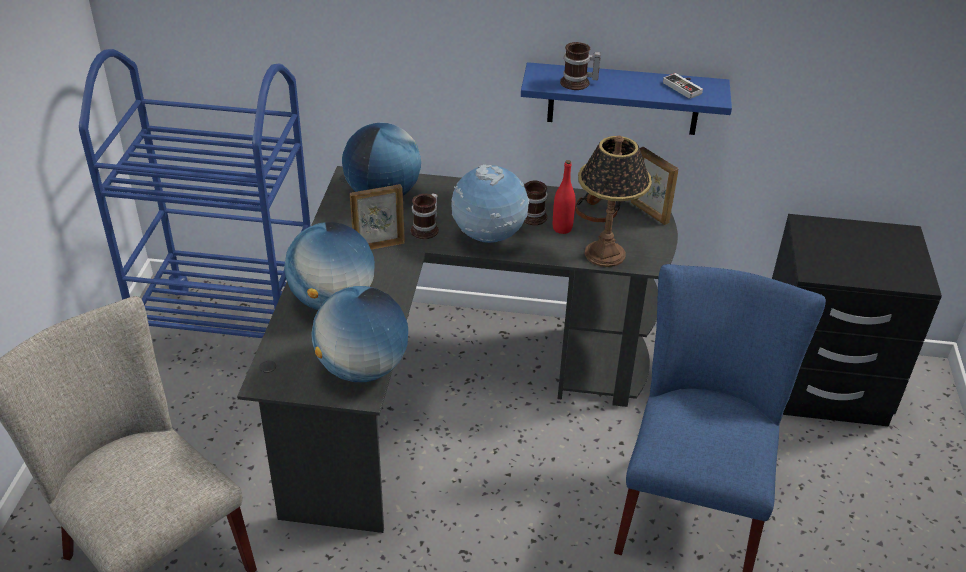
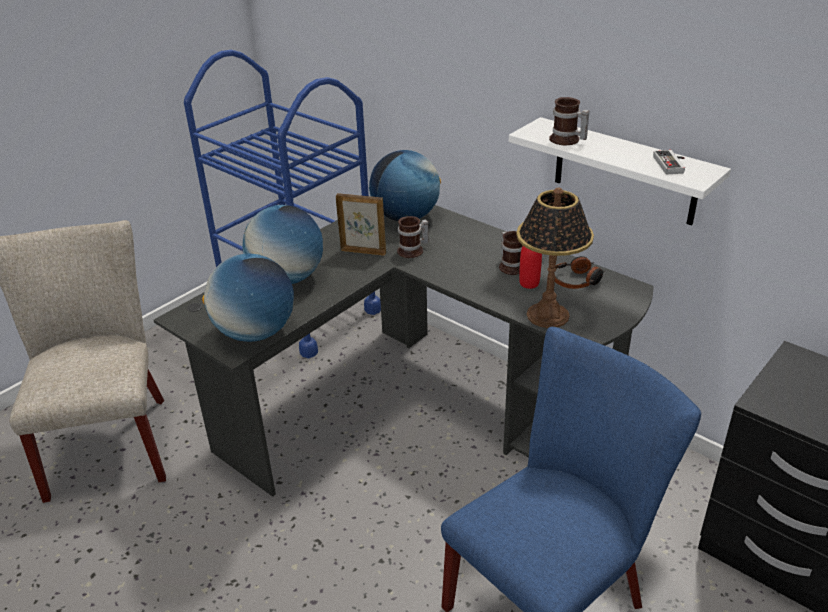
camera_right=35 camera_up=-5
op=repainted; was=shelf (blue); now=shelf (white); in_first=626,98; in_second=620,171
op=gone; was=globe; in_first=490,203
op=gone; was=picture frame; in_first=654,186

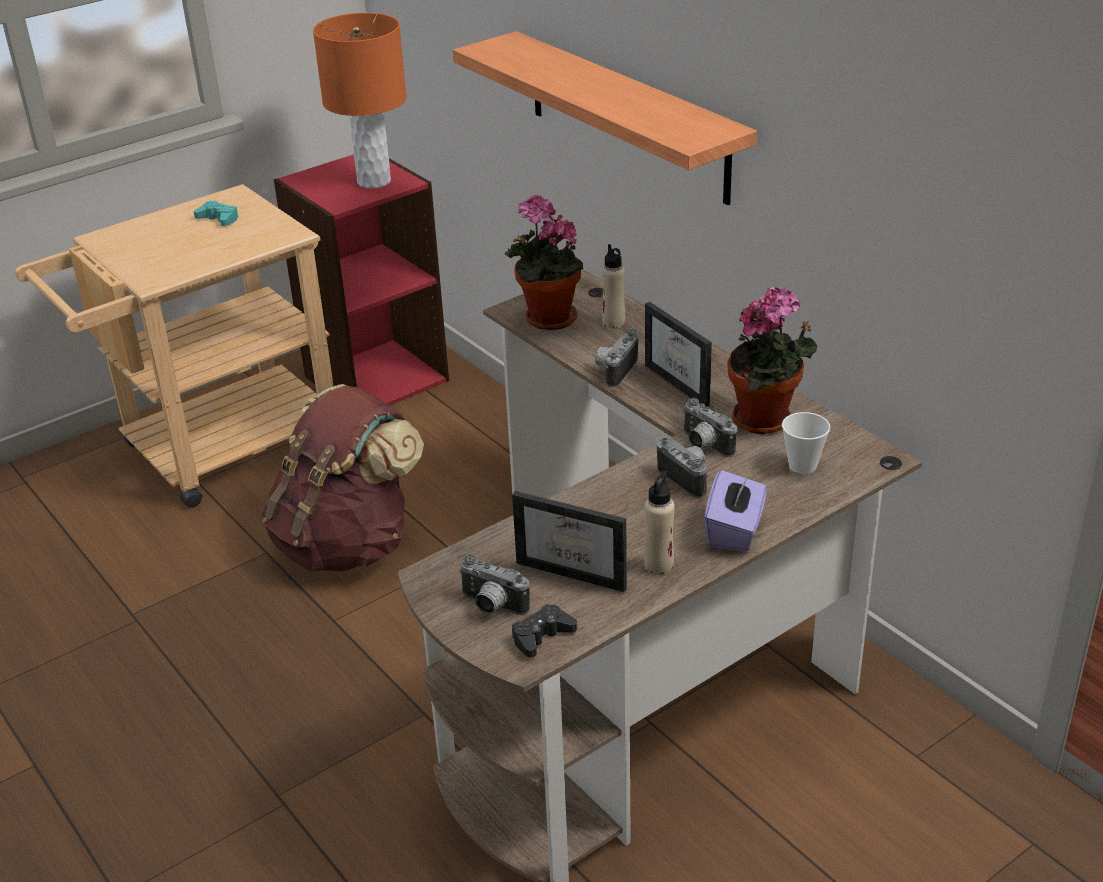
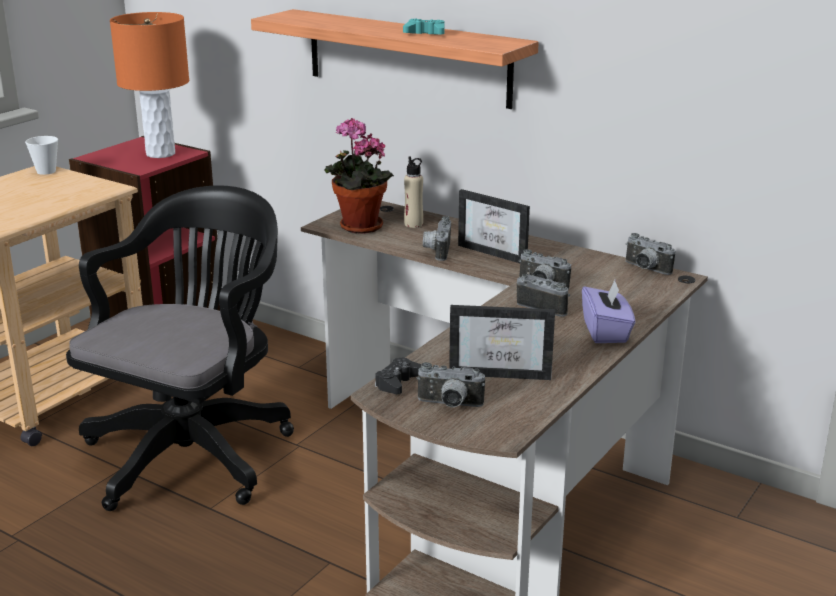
camera_right=-20 camera_up=-10
op=shifted; was=cup; in_first=806,443; in_second=41,155
op=swapped; was=backpack (brown); now=office chair (black); in_first=342,478; in_second=180,348
op=shifted; was=game controller (black); in_first=544,631; in_second=398,376
op=shifted; was=game controller (turquoise); in_first=216,213; in_second=424,26
op=new; now=photo camera; in_second=651,254
op=gone; was=bottle (beige); in_first=659,523
op=gone; was=potted plant; in_first=772,360

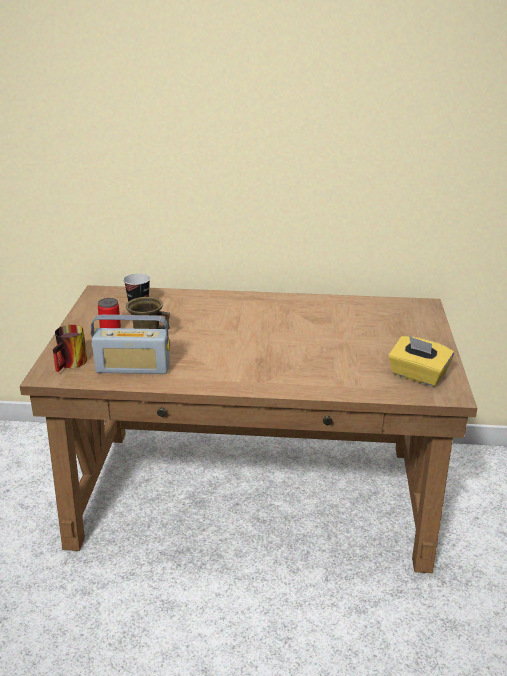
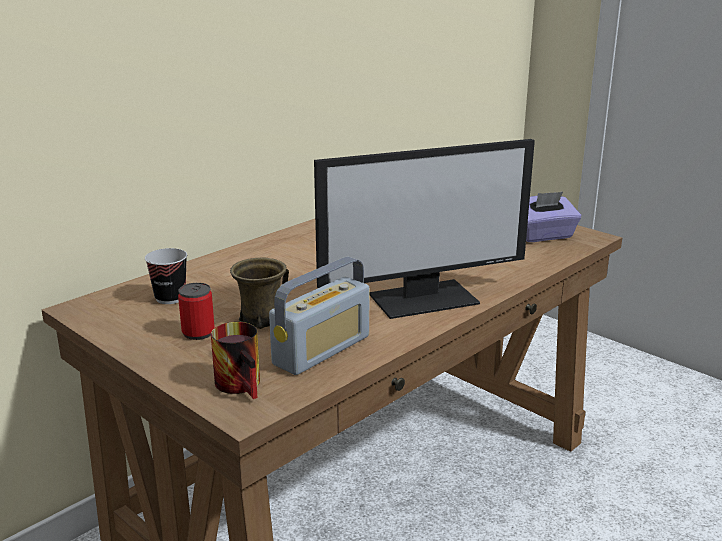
camera_right=-50 camera_up=-5
op=new; now=monitor; in_second=424,229
op=repainted; was=tissue box (yellow); now=tissue box (purple); in_first=421,361; in_second=553,217

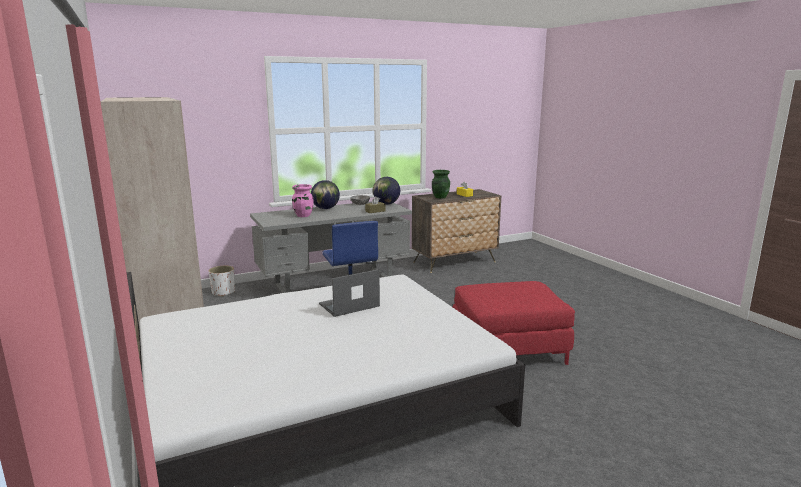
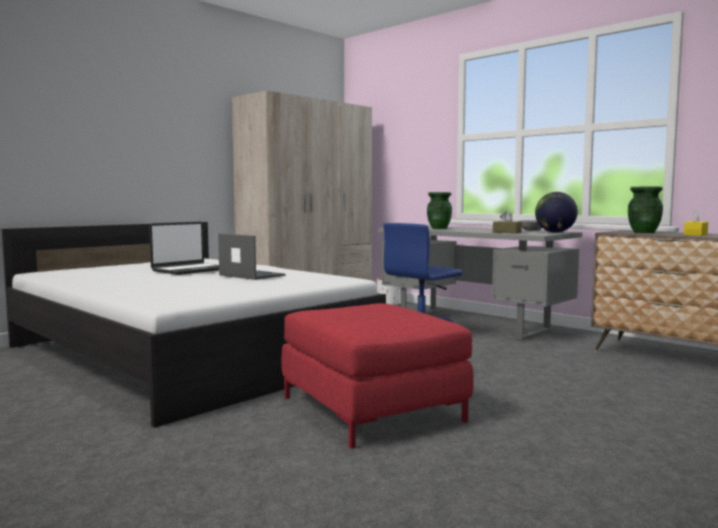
camera_right=70 camera_up=-10
op=new; now=laptop; in_second=184,248
op=repainted; was=vase (pink); now=vase (green); in_first=302,200; in_second=439,210
op=gone; was=globe; in_first=325,194

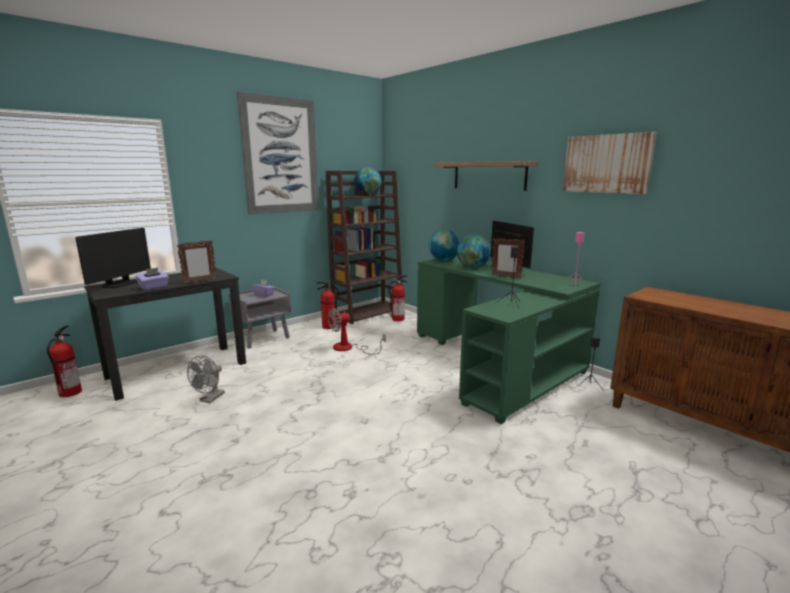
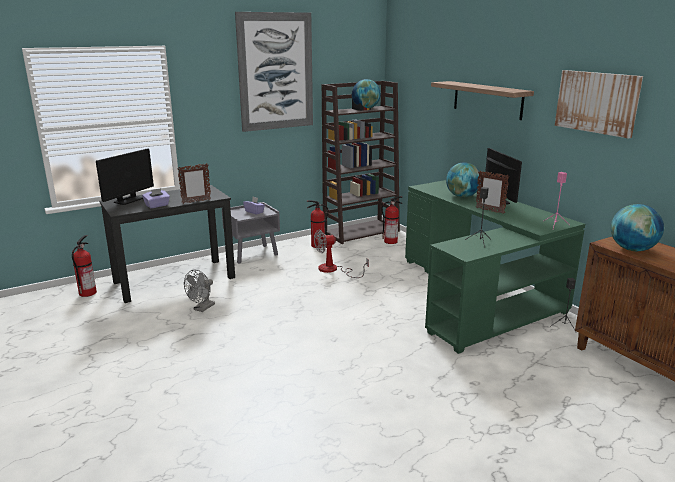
camera_right=10 camera_up=5
op=shifted; was=globe; in_first=444,245; in_second=637,227

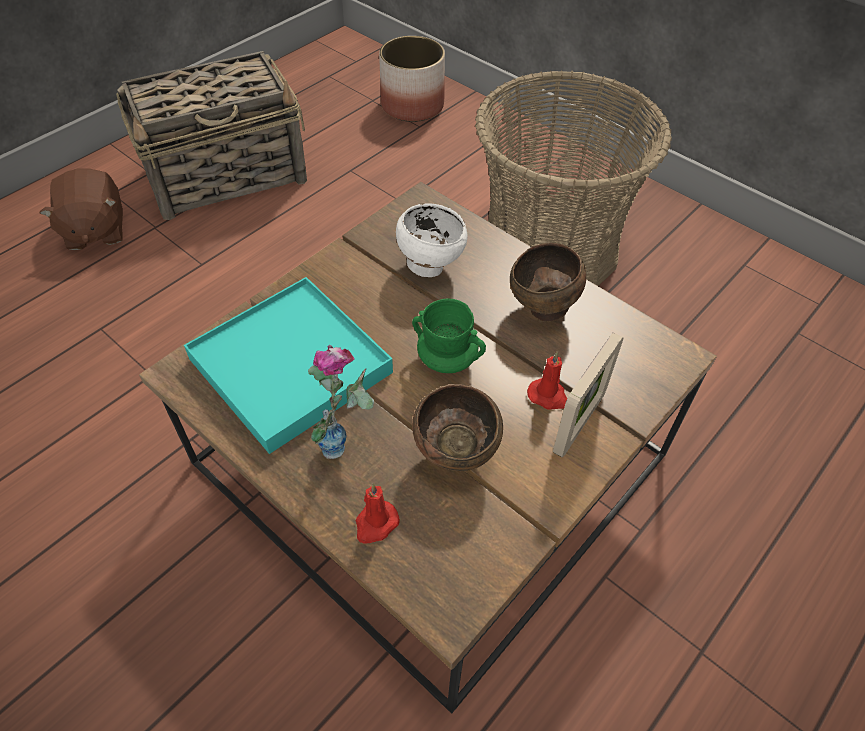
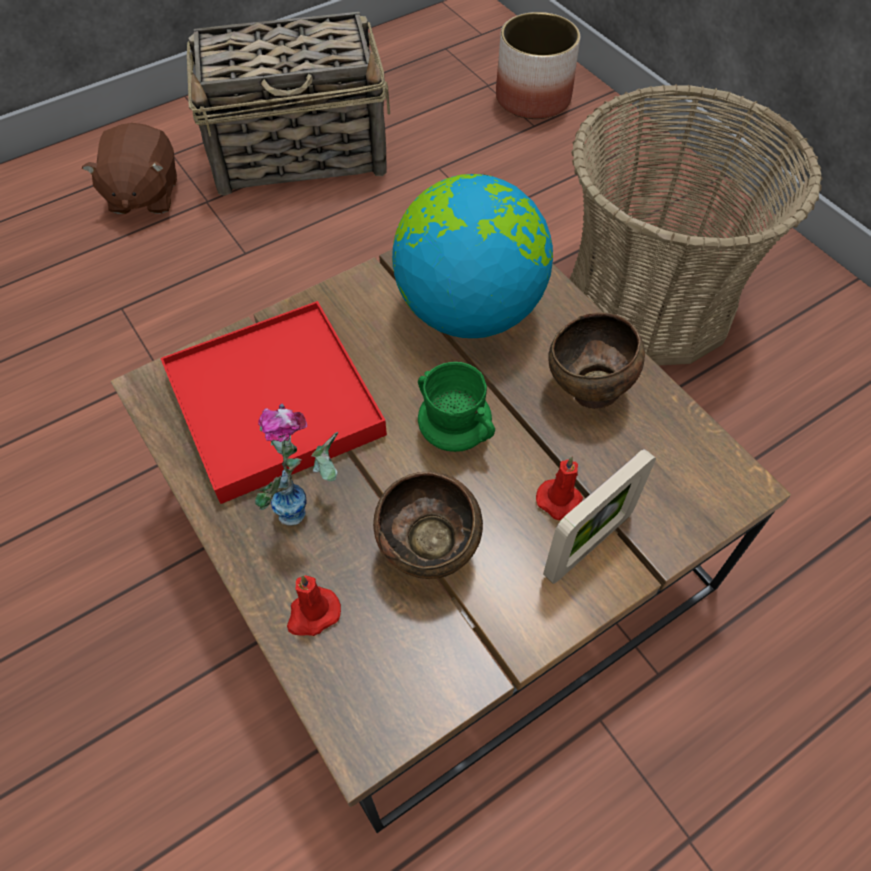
camera_right=15 camera_up=5
op=repainted; was=tray (turquoise); now=tray (red); in_first=288,365; in_second=273,402
op=swapped; was=bowl (white); now=globe; in_first=432,240; in_second=472,256

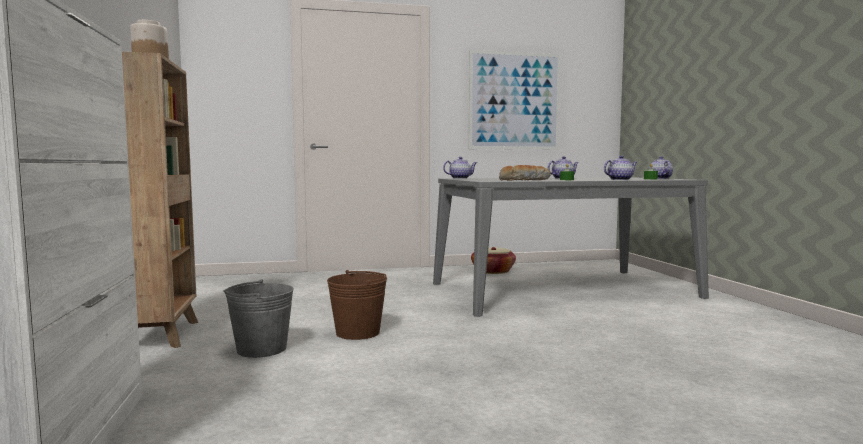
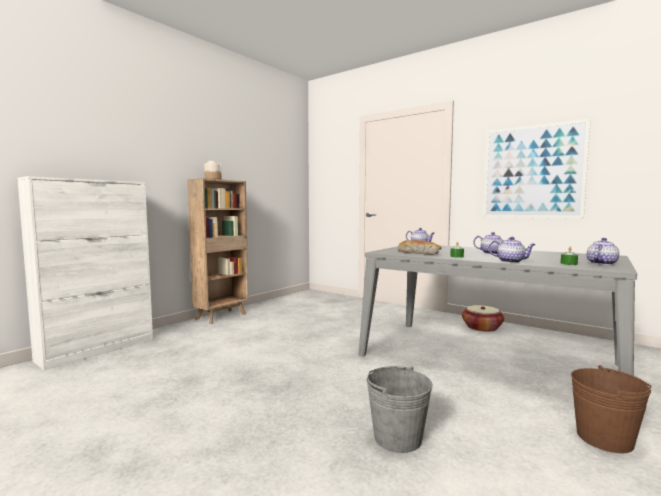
camera_right=50 camera_up=0
op=shifted; was=bucket (grey); in_first=258,318; in_second=400,409
op=shifted; was=bucket (brown); in_first=357,305; in_second=611,409

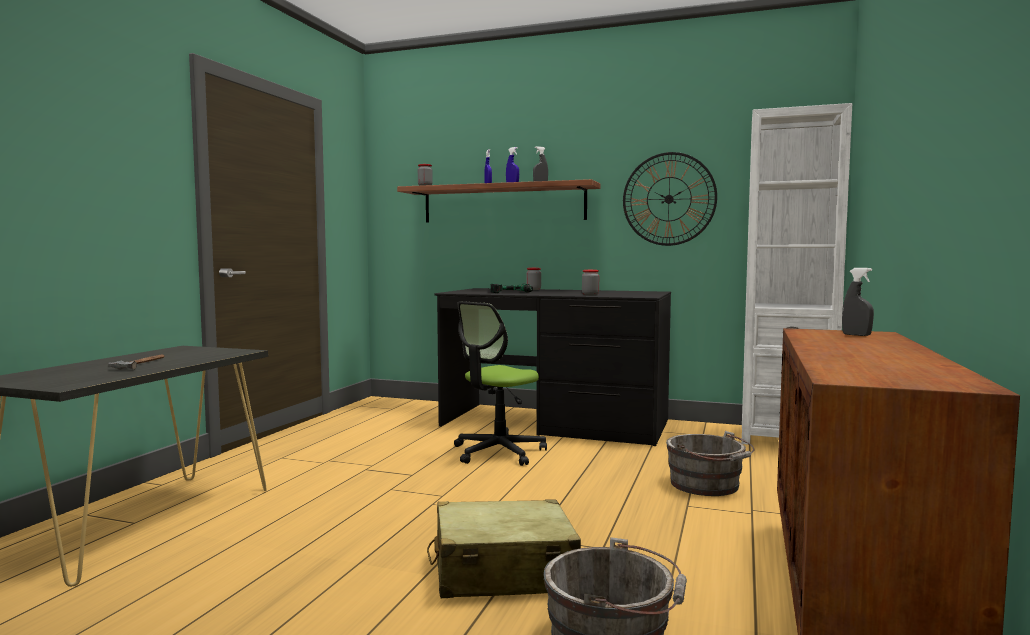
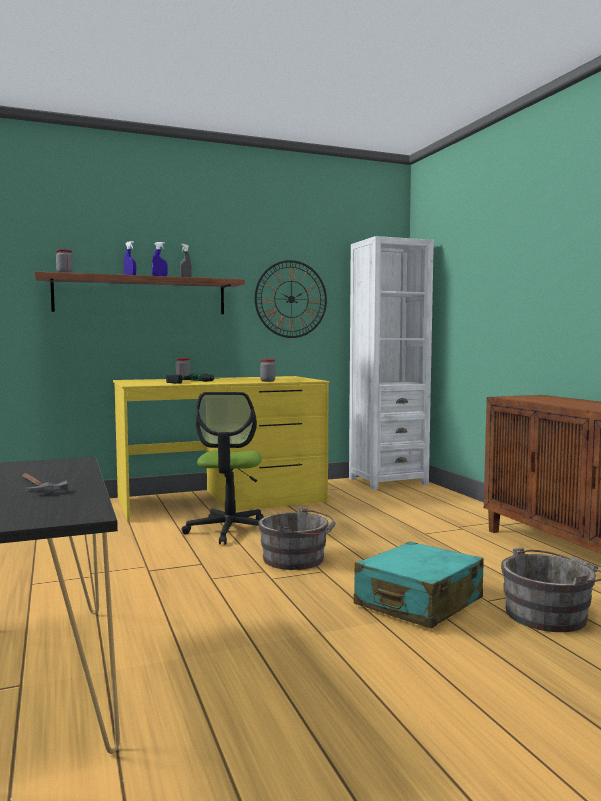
camera_right=-40 camera_up=0
op=repainted; was=desk (black); now=desk (yellow); in_first=553,367; in_second=221,449
op=shifted; was=bucket (grey); in_first=710,463; in_second=297,538
op=repainted; was=suitcase (beige); now=suitcase (turquoise); in_first=504,548; in_second=419,585
op=gone; was=spray bottle (grey); in_first=858,302

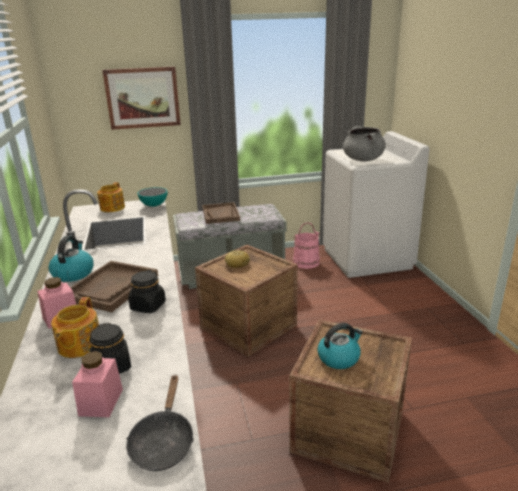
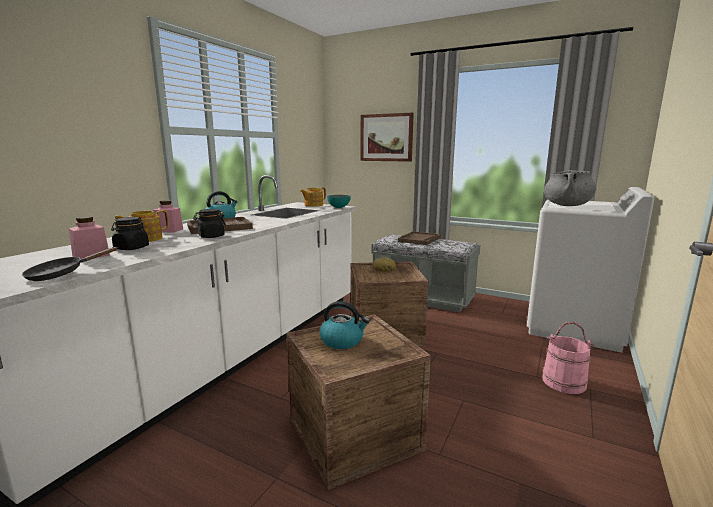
camera_right=40 camera_up=-10
op=shifted; was=bucket (pink); in_first=306,245; in_second=568,358

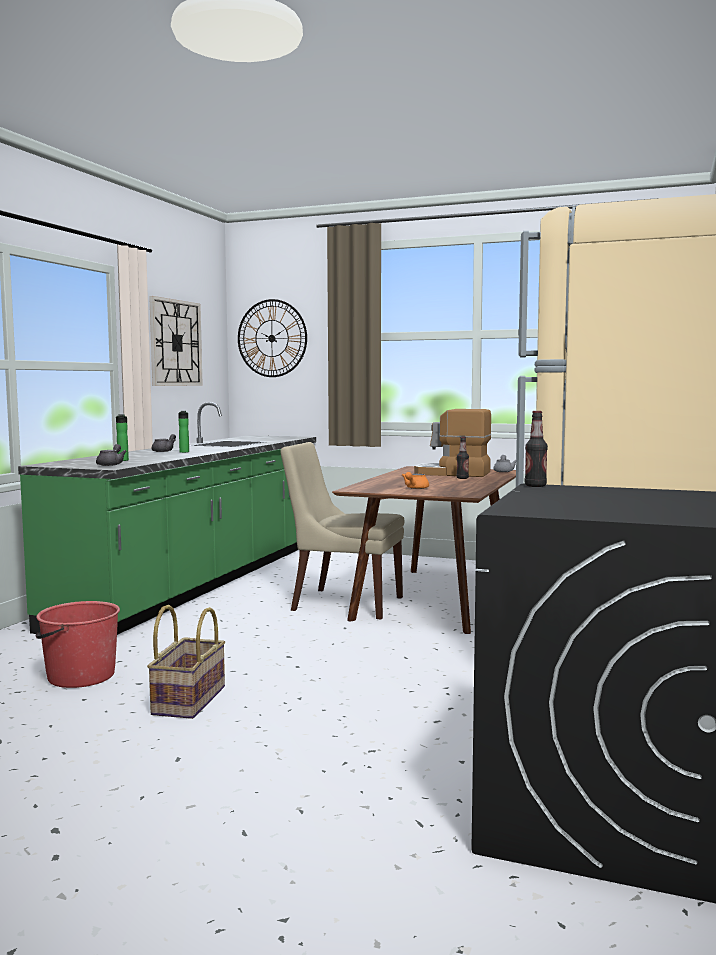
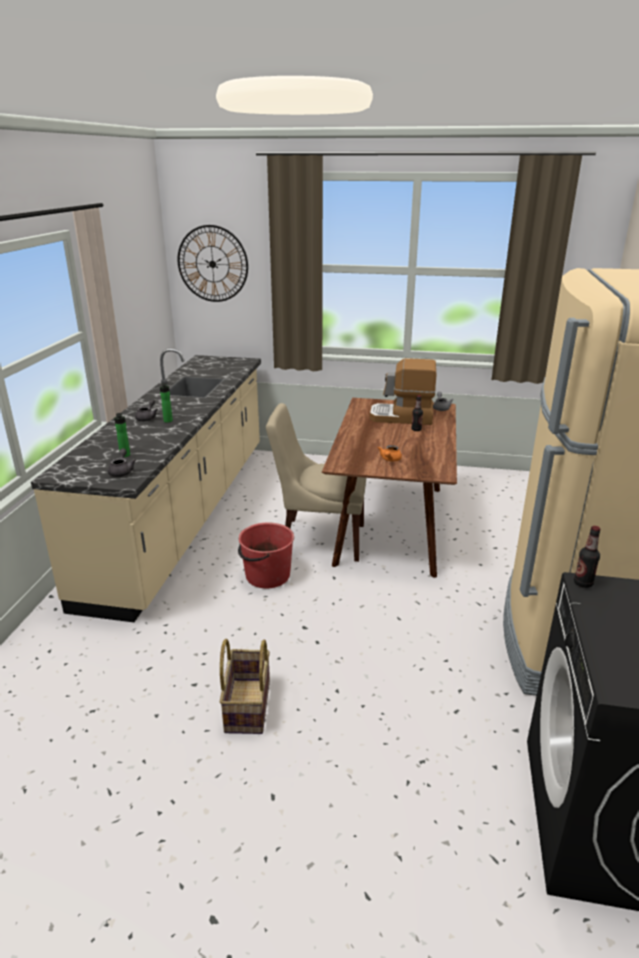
camera_right=-10 camera_up=20
op=repainted; was=counter (green); now=counter (beige); in_first=167,518; in_second=146,485
op=shifted; was=bucket (red); in_first=77,644; in_second=266,555
op=gone; was=wall clock; in_first=176,341

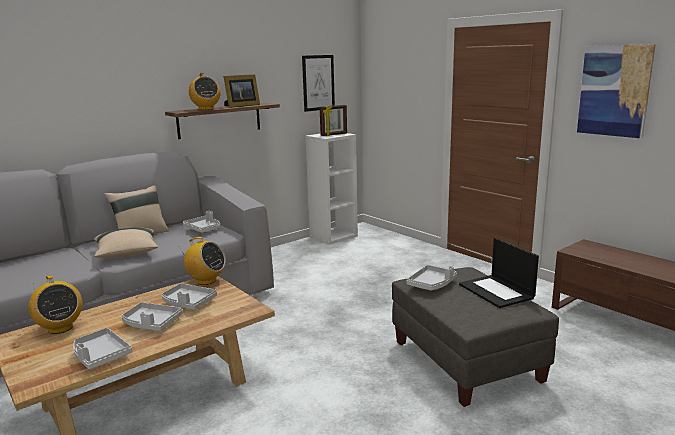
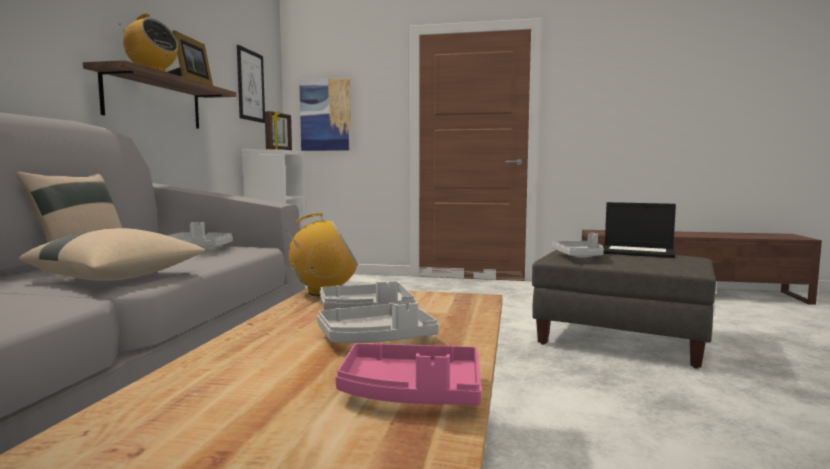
camera_right=-40 camera_up=-10
op=shifted; was=picture; in_first=616,91; in_second=325,114
op=repainted; was=tray (grey); now=tray (pink); in_first=102,349; in_second=408,374
op=gone; was=radio; in_first=55,304

